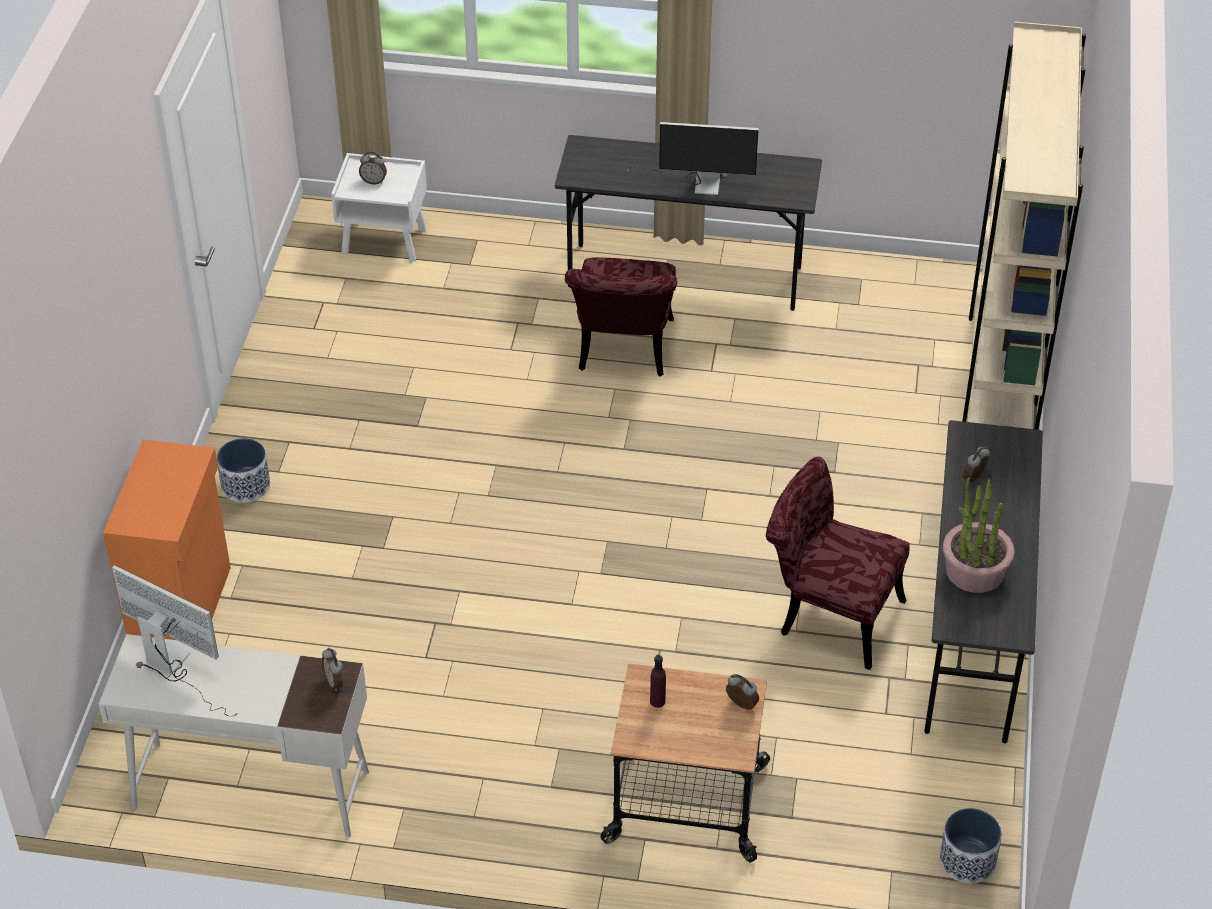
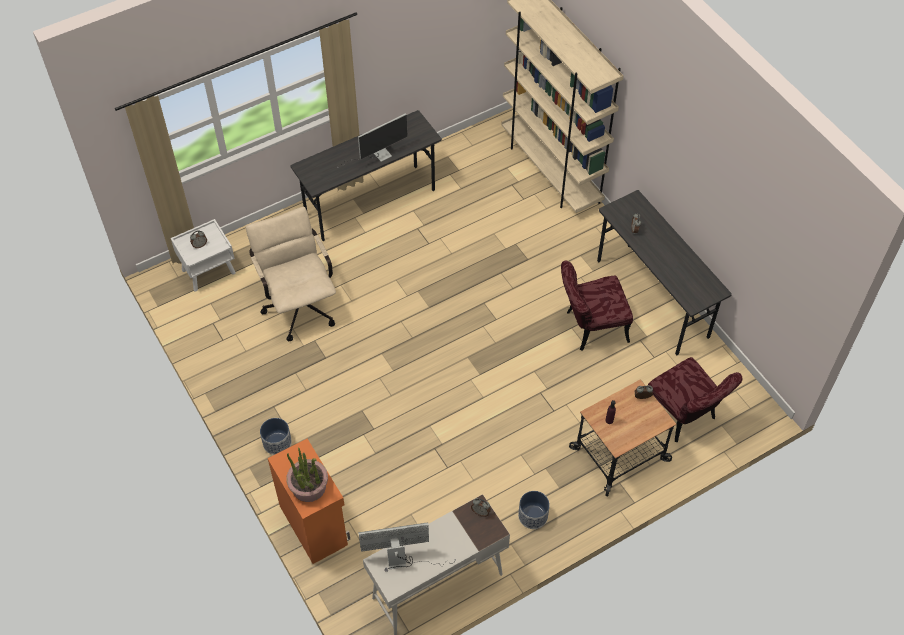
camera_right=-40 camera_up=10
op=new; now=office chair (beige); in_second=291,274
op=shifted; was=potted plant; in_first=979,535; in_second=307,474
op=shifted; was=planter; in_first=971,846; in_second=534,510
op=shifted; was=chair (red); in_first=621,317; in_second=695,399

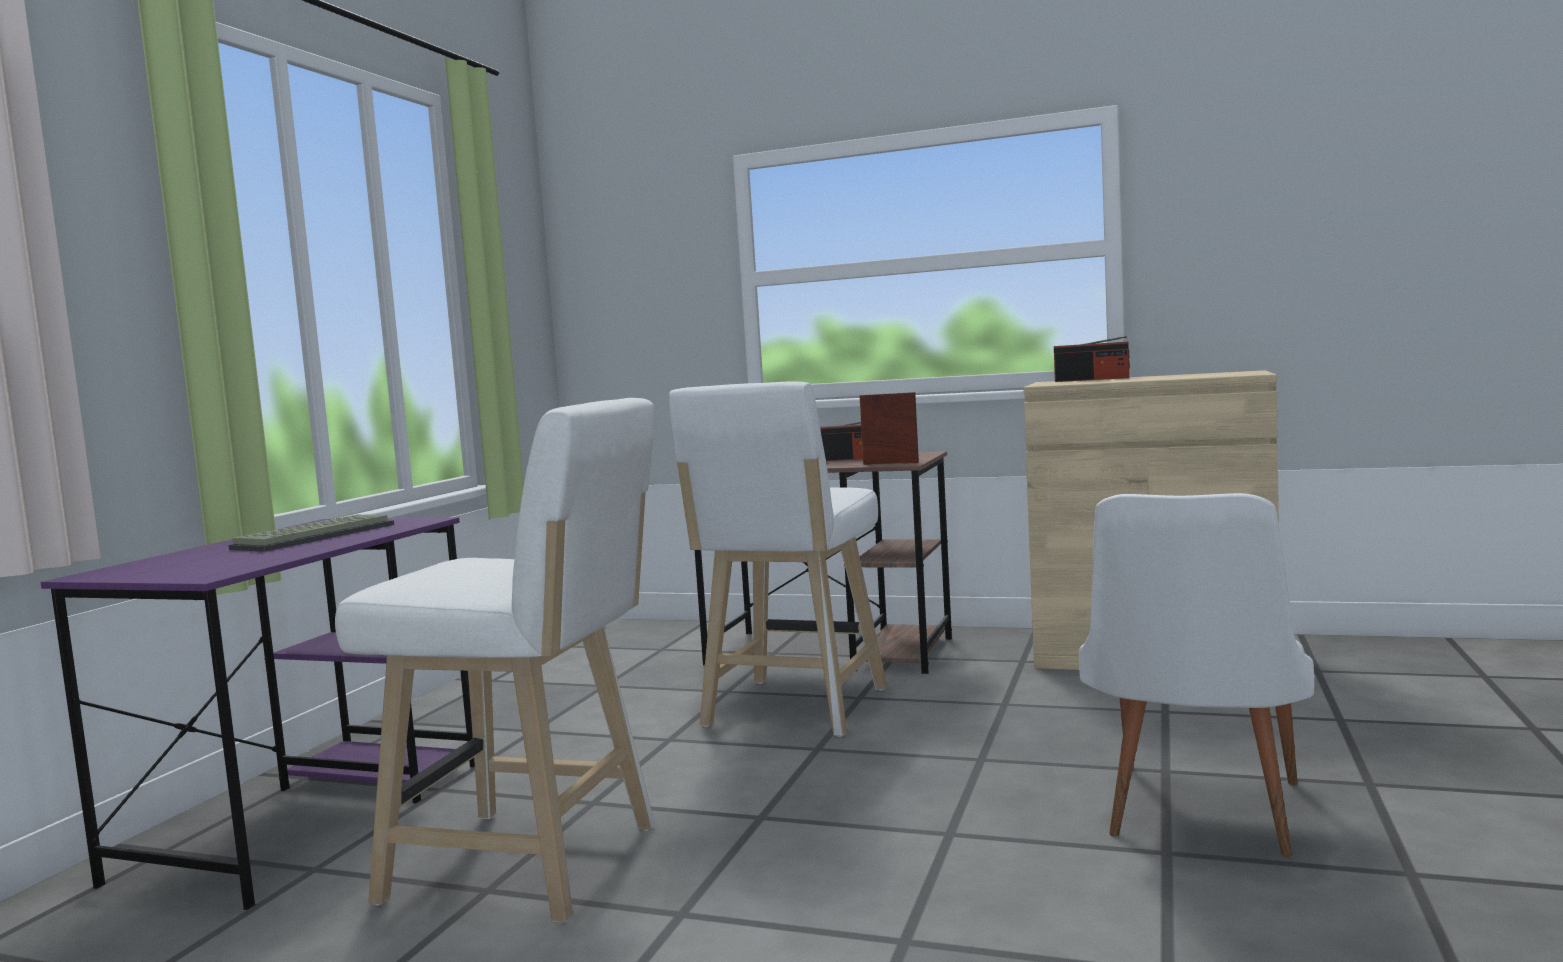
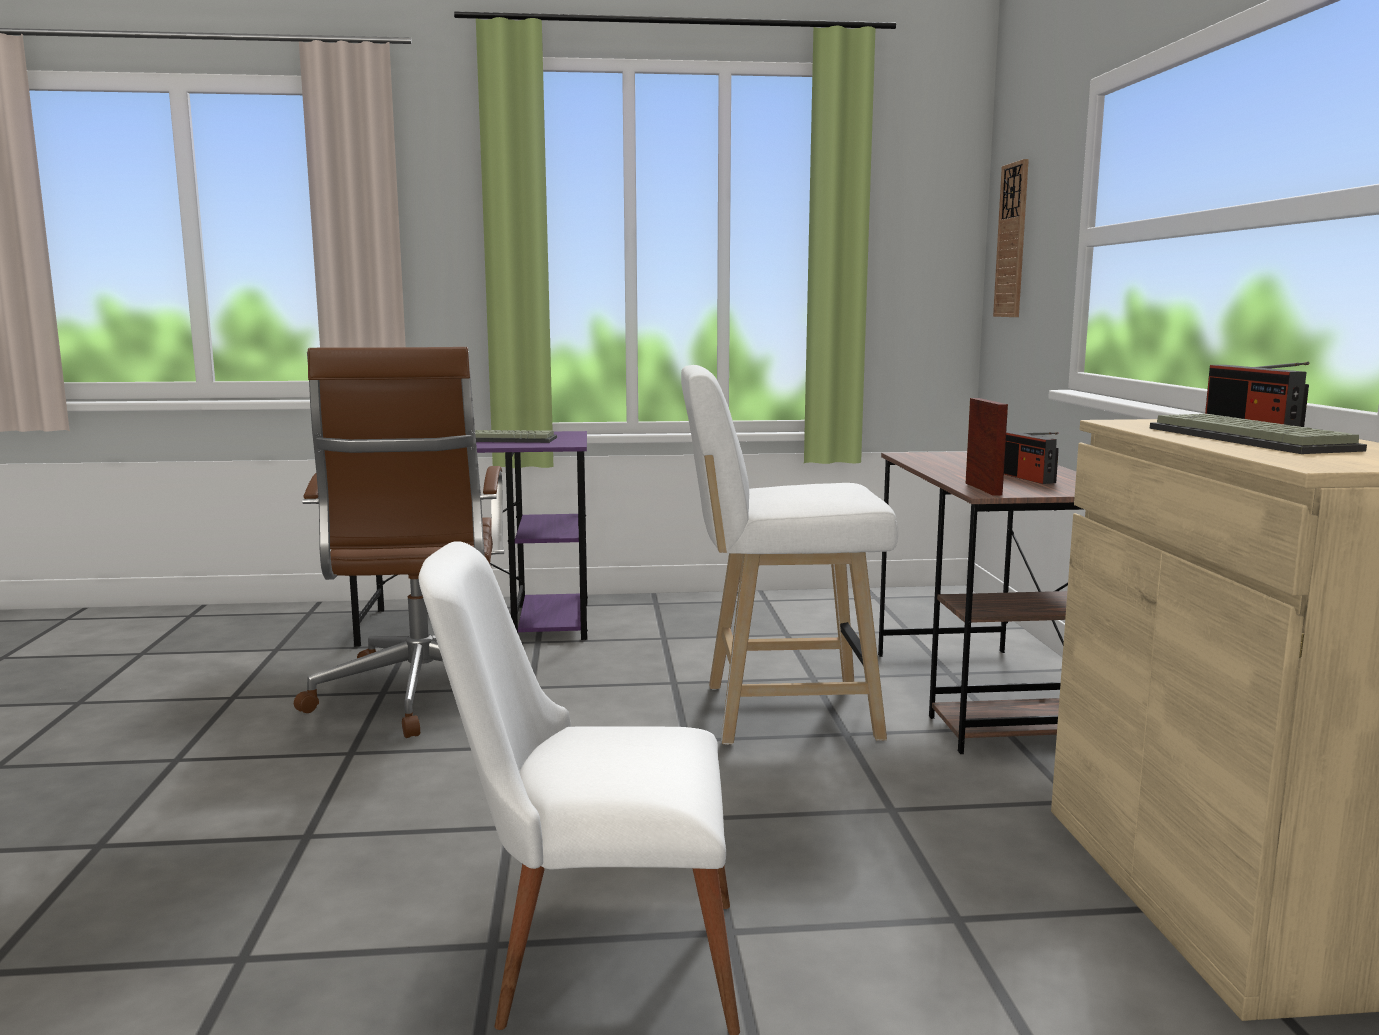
camera_right=65 camera_up=5
op=swapped; was=stool (white); now=office chair (brown); in_first=495,660; in_second=399,542
op=new; now=wall clock; in_second=1011,238
op=new; now=keyboard; in_second=1258,434

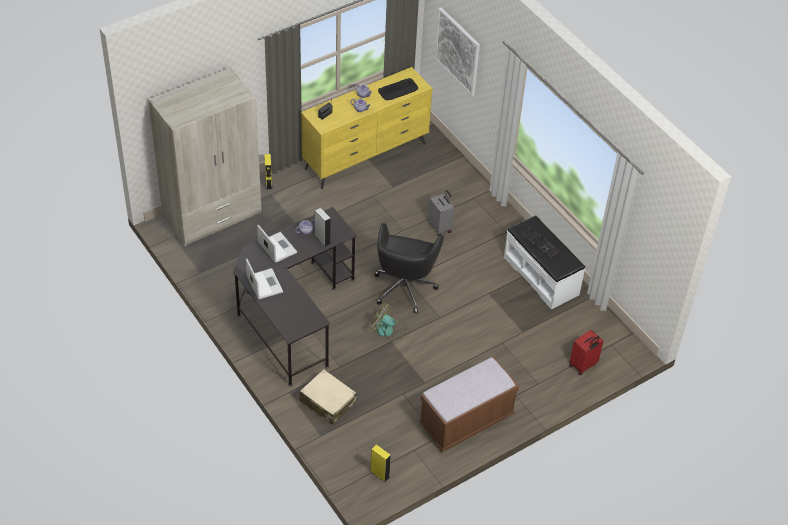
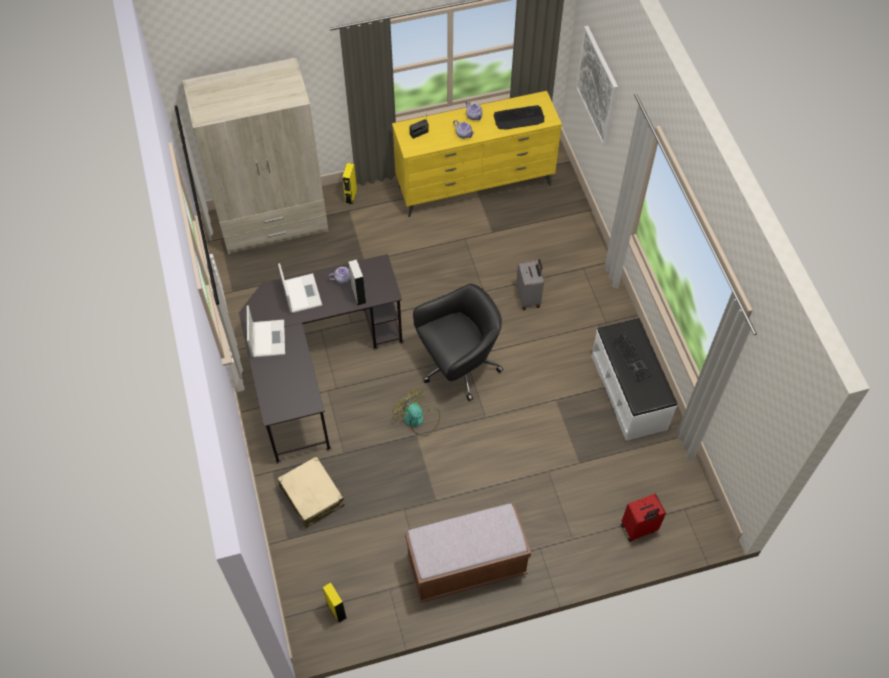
camera_right=20 camera_up=10
op=rotated; was=office chair (black); in_first=409,268; in_second=458,342; clockwise=-150

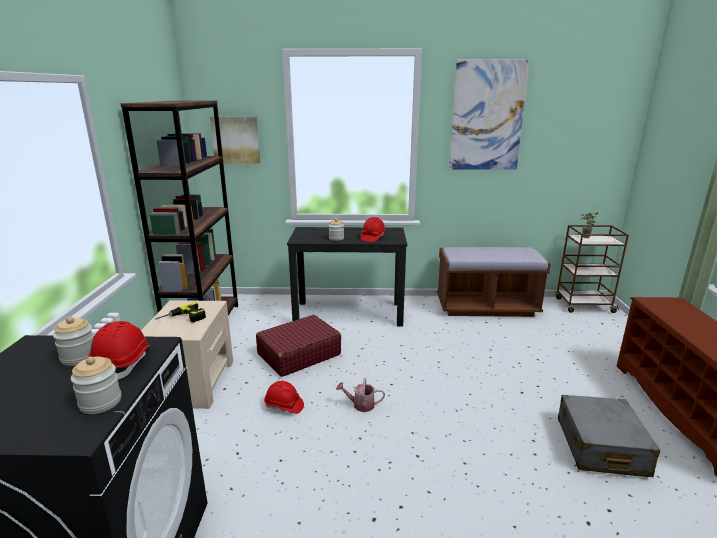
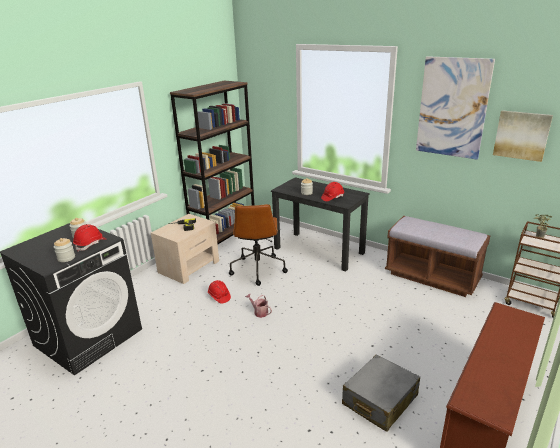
camera_right=35 camera_up=5
op=swapped; was=suitcase (red); now=office chair (brown); in_first=298,346; in_second=258,245
op=shifted; was=picture; in_first=235,140; in_second=523,136

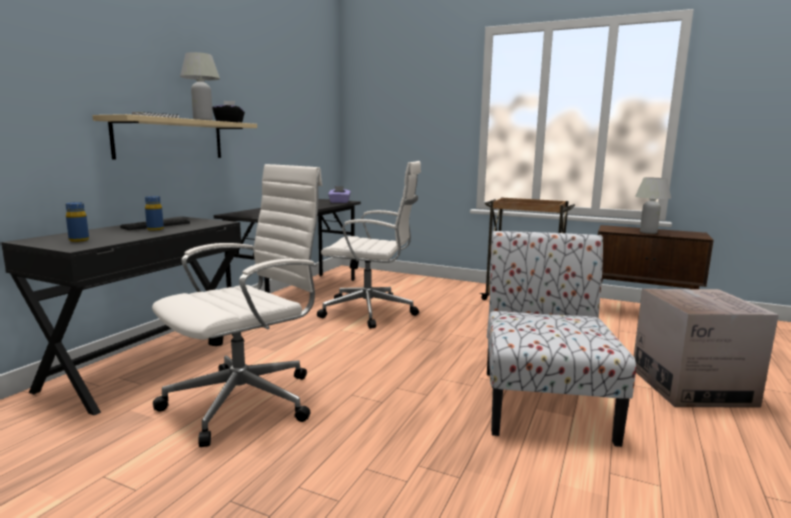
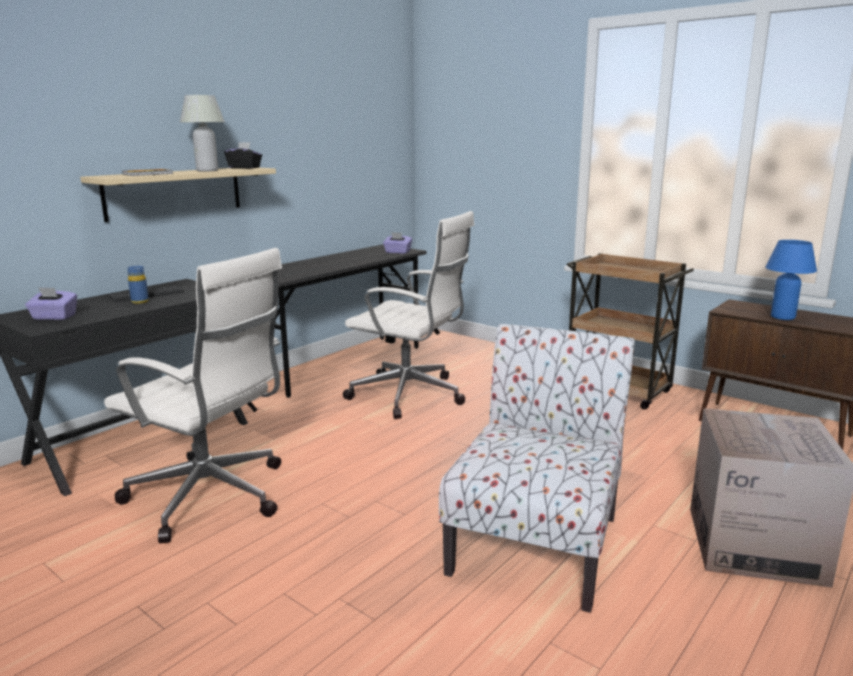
camera_right=15 camera_up=5
op=swapped; was=bottle (blue); now=tissue box (purple); in_first=77,222; in_second=51,303
op=rotated; was=office chair (white); in_first=237,305; in_second=193,395; clockwise=60
op=repainted; was=table lamp (white); now=table lamp (blue); in_first=653,206; in_second=791,280

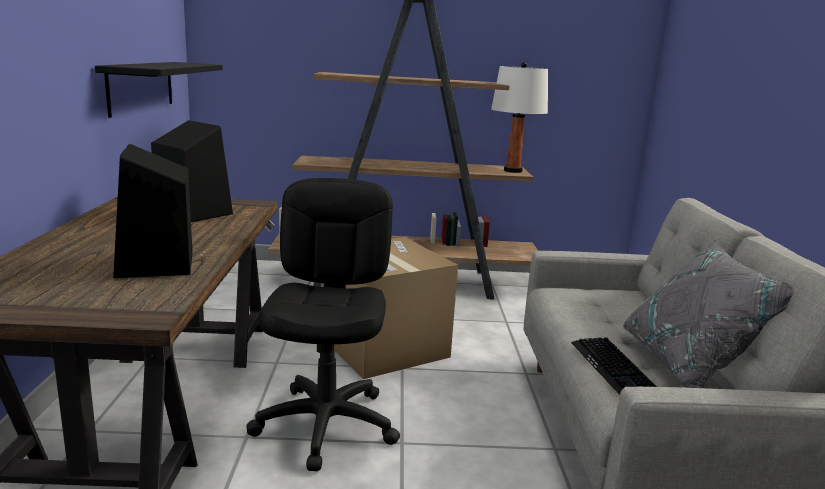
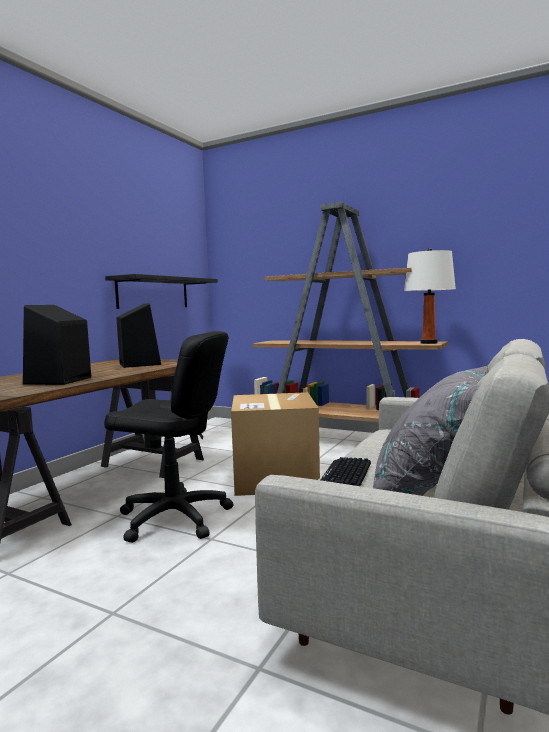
camera_right=30 camera_up=-10
op=rotated; was=office chair (black); in_first=323,324; in_second=169,437; clockwise=75

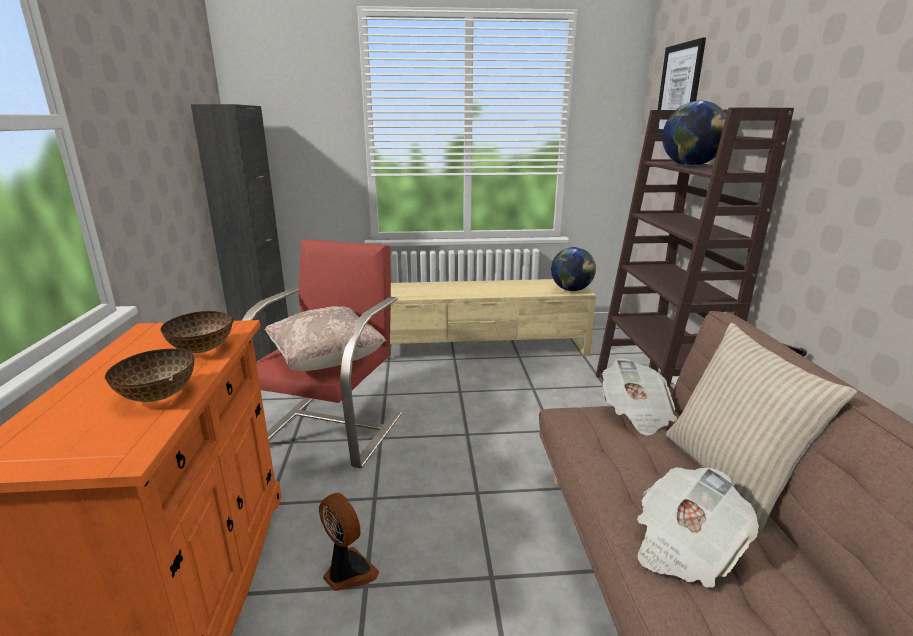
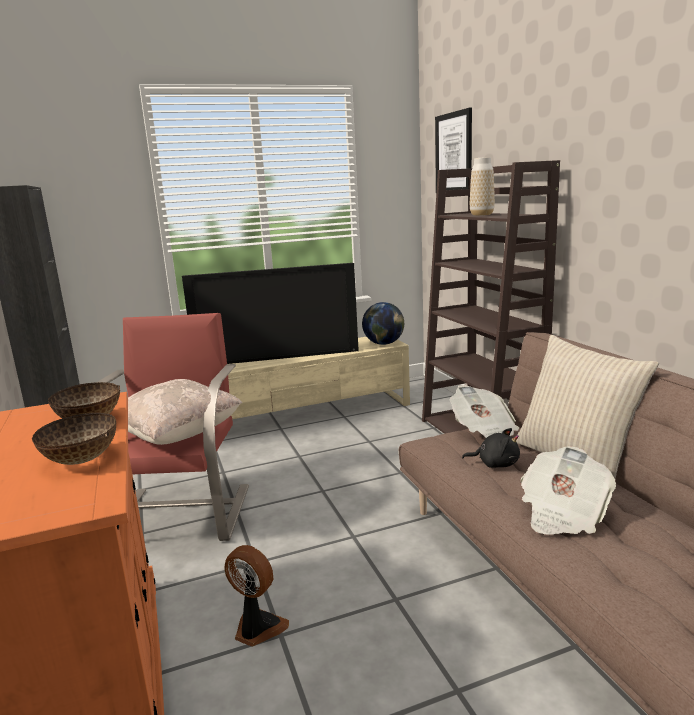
camera_right=-15 camera_up=-5
op=new; now=television; in_second=270,313
op=new; now=plush toy (black); in_second=491,448
op=swapped; was=globe; now=vase; in_first=694,133; in_second=482,186

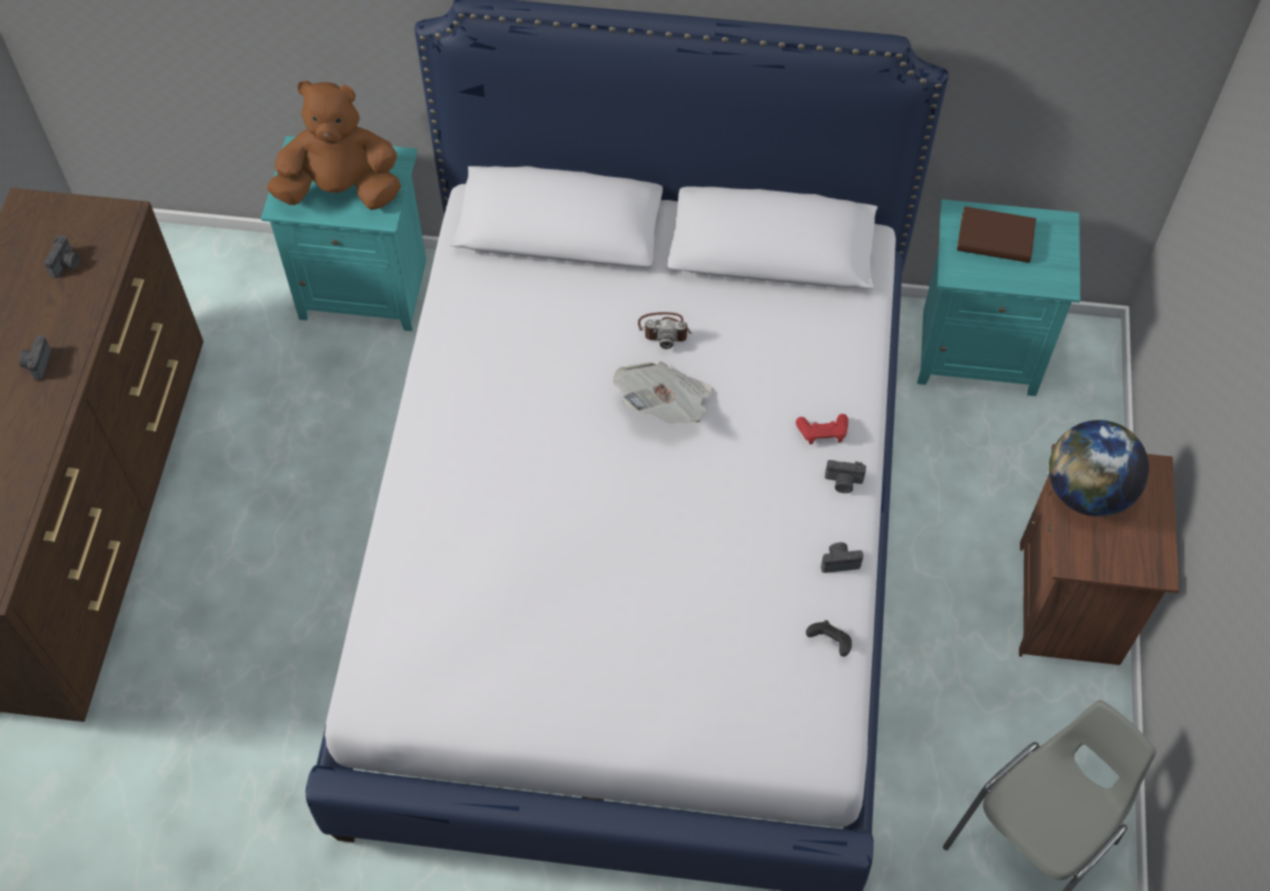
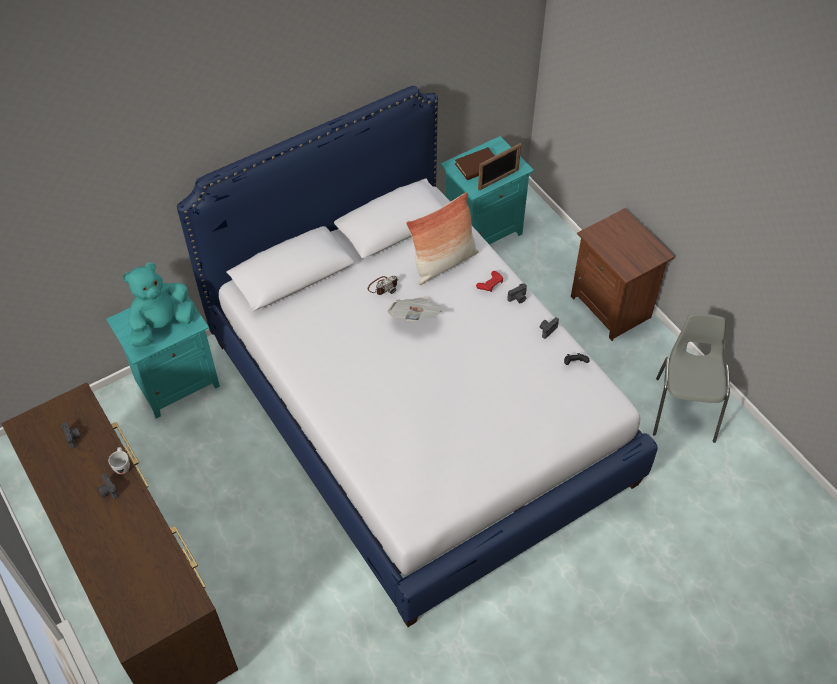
camera_right=-40 camera_up=-5
op=new; now=mug (white); in_second=119,460
op=repainted; was=plush toy (brown); now=plush toy (turquoise); in_first=334,145; in_second=159,305
op=new; now=pillow; in_second=442,238
op=new; now=picture frame; in_second=499,166
op=gone; was=globe; in_first=1099,468

